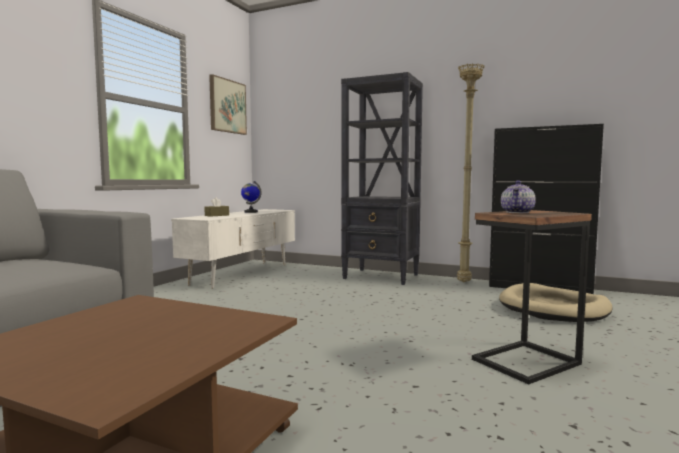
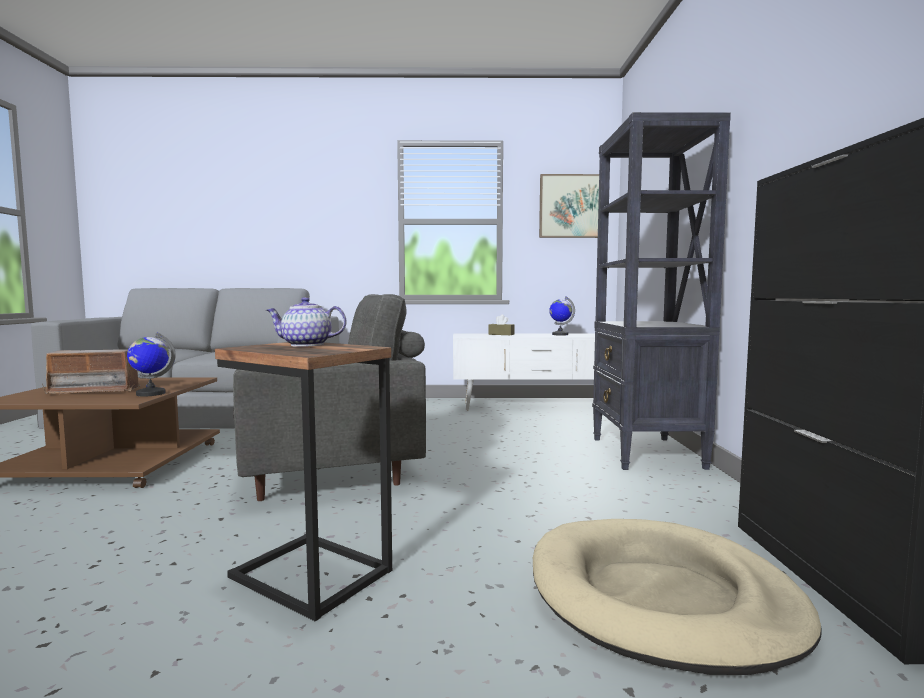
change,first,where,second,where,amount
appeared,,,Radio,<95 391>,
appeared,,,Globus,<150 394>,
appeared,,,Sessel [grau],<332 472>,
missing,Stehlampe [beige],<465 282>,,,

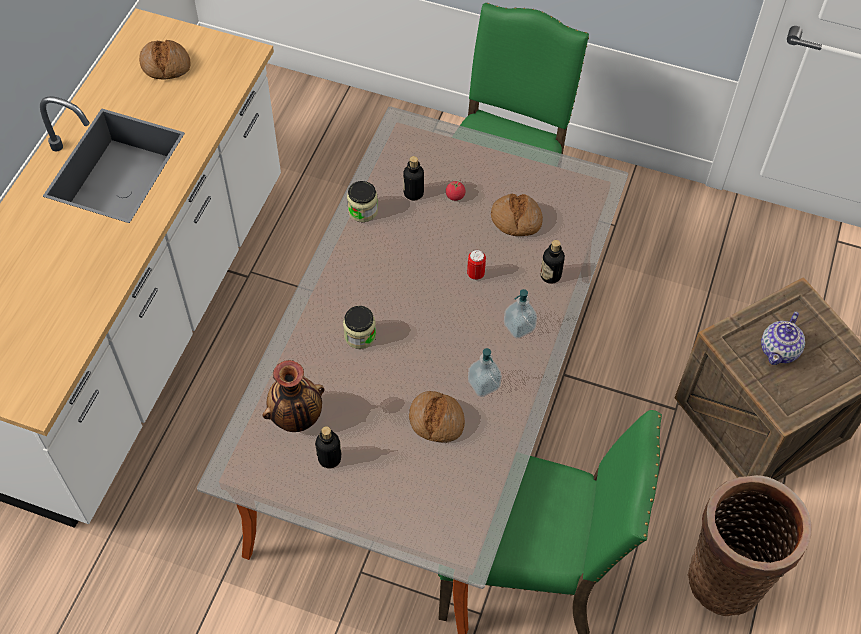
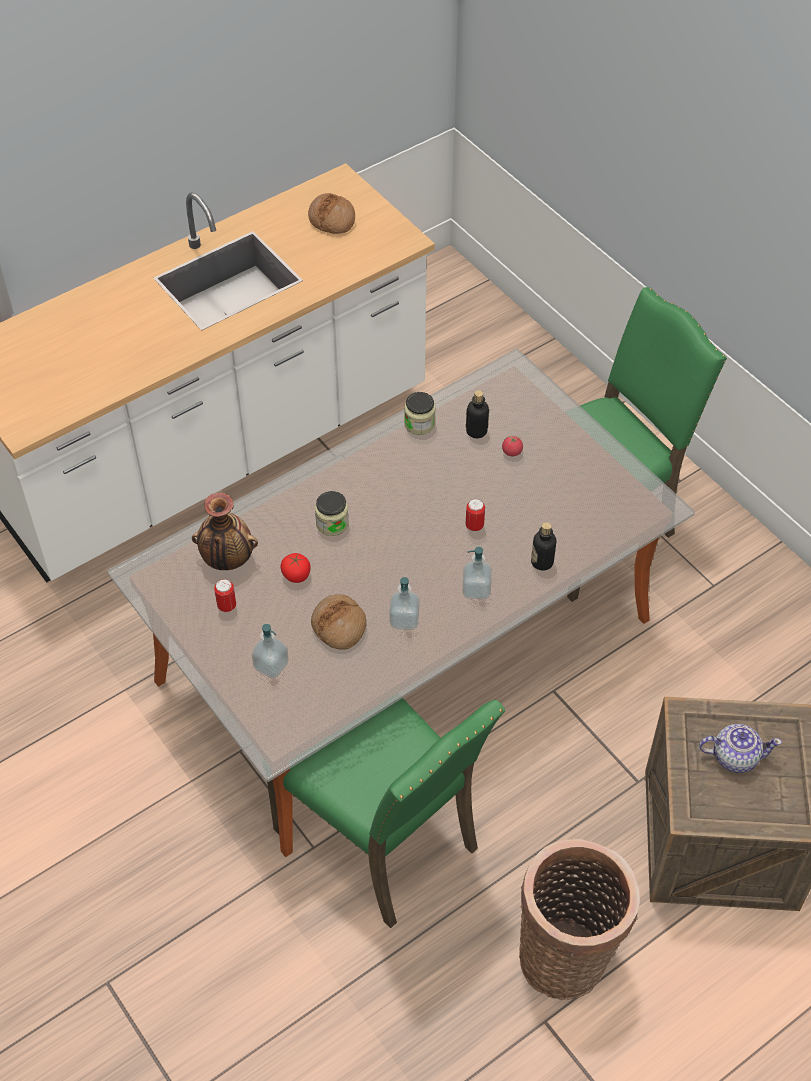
change,first,where,second,where,amount
exchanged,Flasche,<329 458>,Dose,<227 606>,
appeared,,,Seifenspender,<271 666>,
appeared,,,Tomate,<296 575>,
spun,Teekanne,<779 350>,,<734 756>,150 degrees counterclockwise
missing,Brot,<516 220>,,,

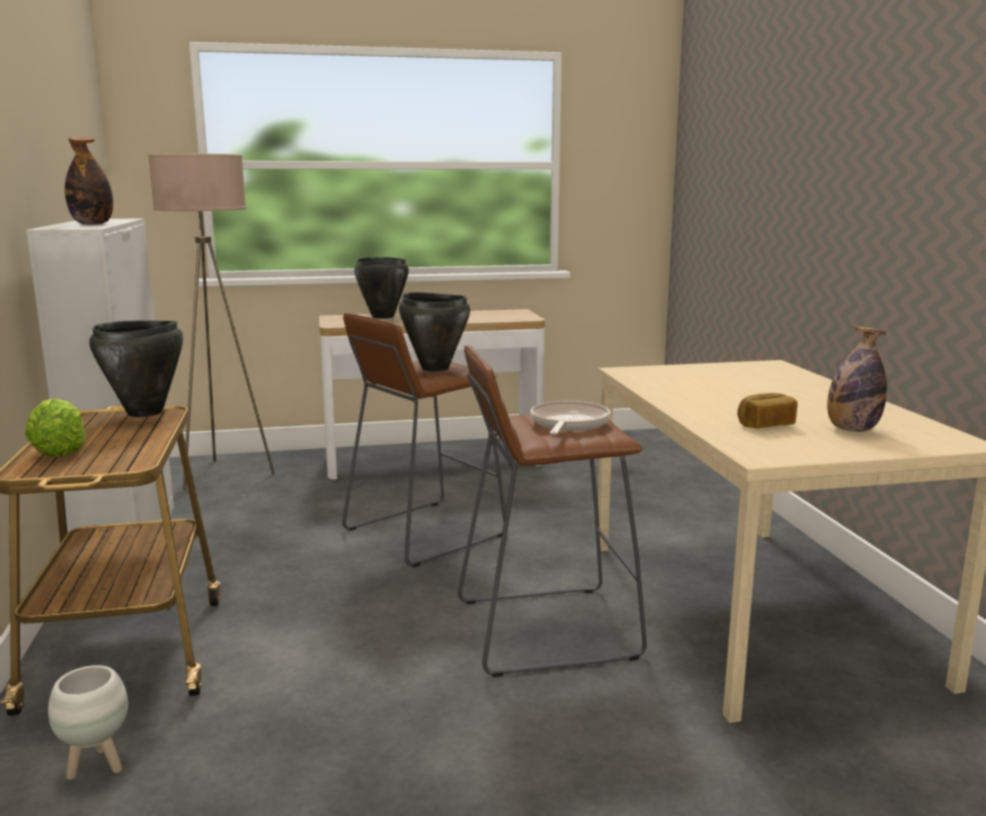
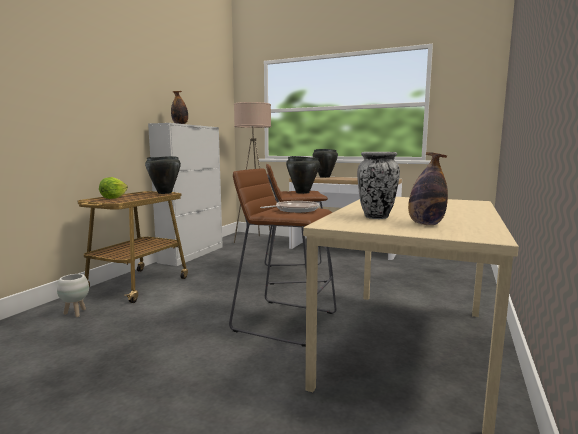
change,first,where,second,where,amount
exchanged,Brot,<765 425>,Vase,<376 217>,

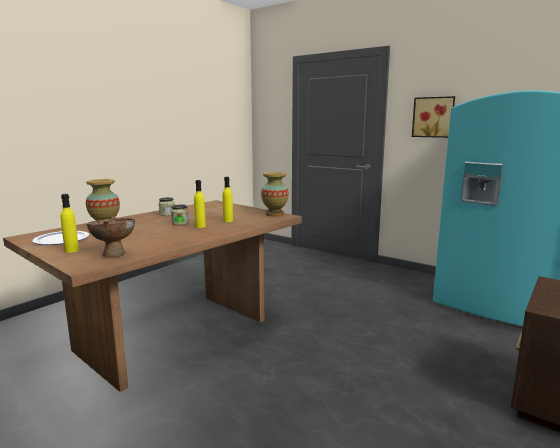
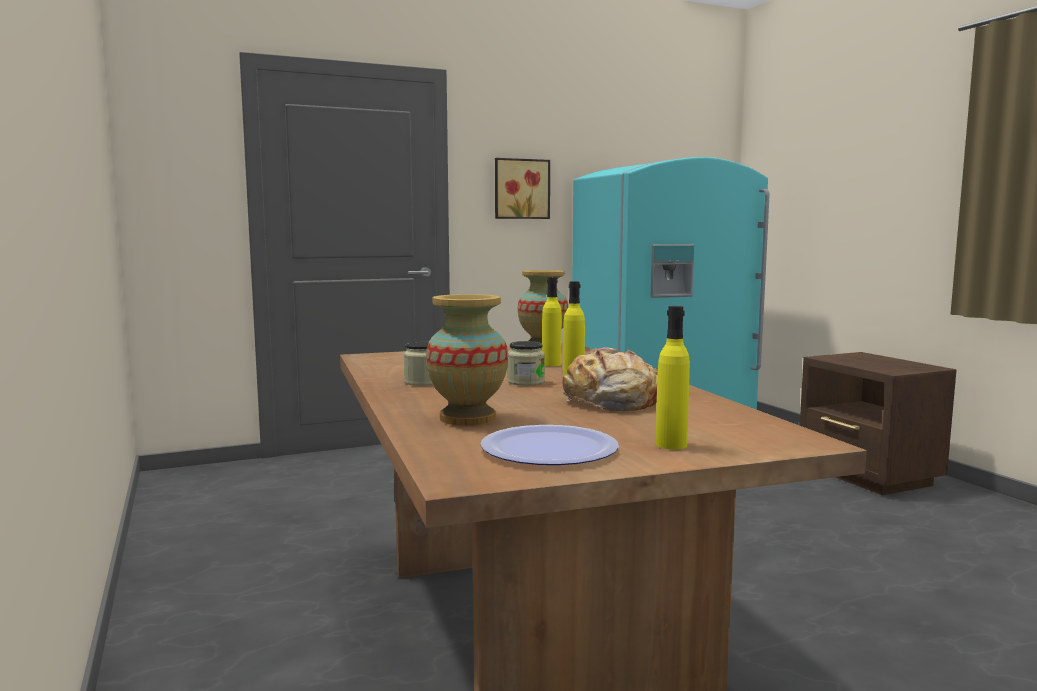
change,first,where,second,where,amount
appeared,,,Brot,<610 401>,
missing,Schüssel [braun],<114 253>,,,

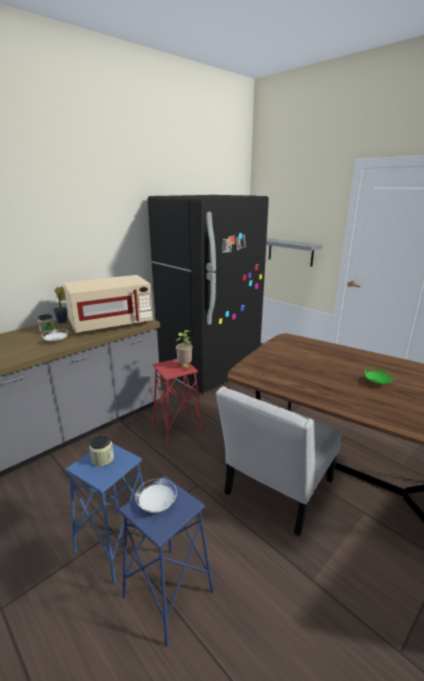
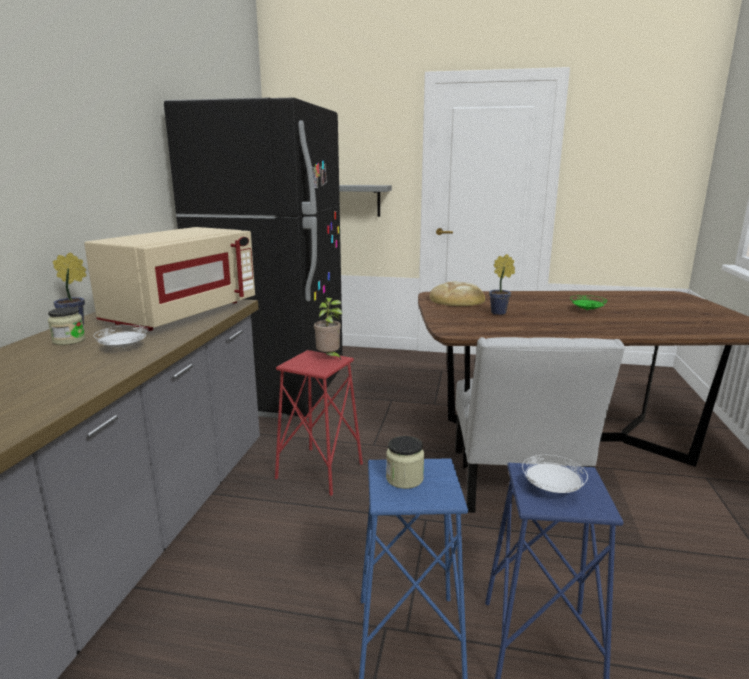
change,first,where,second,where,amount
appeared,,,Brot,<457 300>,
appeared,,,Topfpflanze,<500 313>,

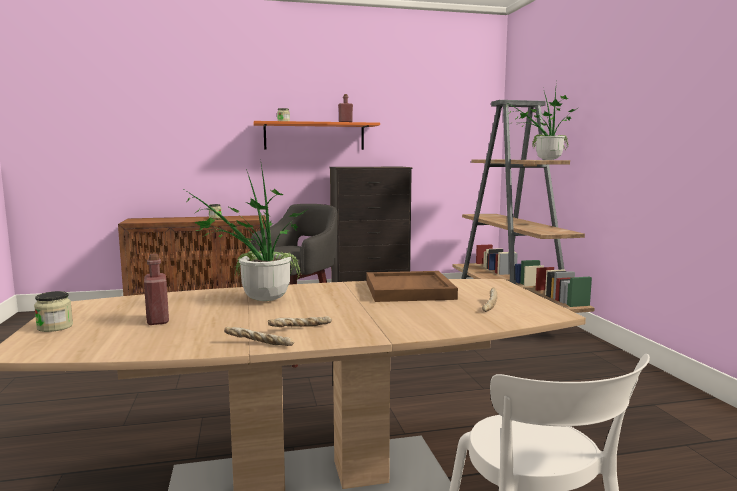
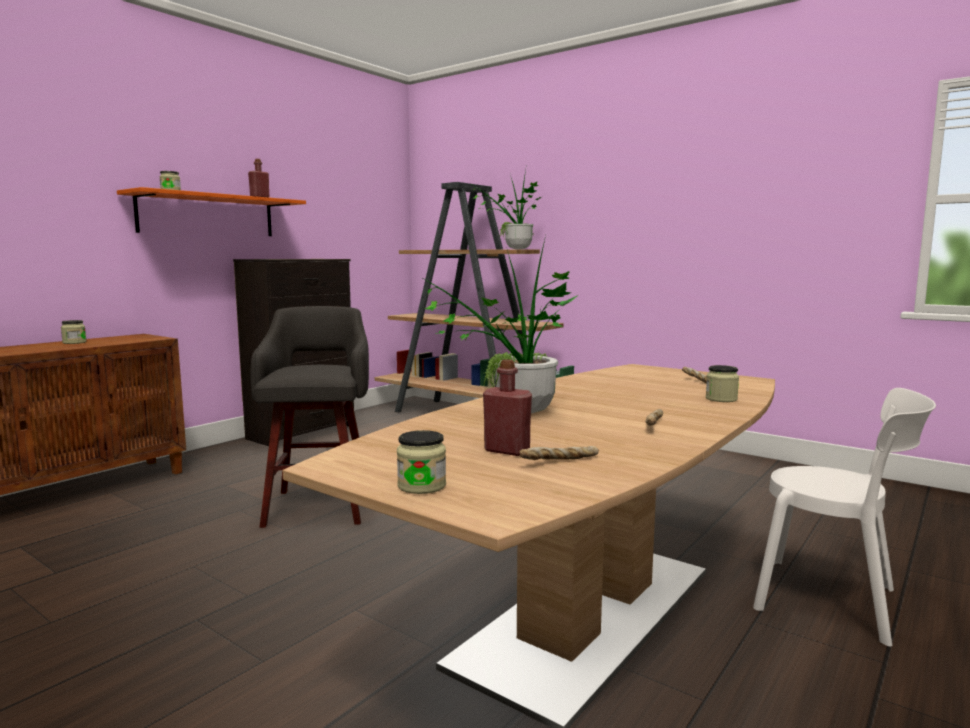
change,first,where,second,where,amount
relocated,Brot,<258 344>,,<560 462>,
appeared,,,Vorratsglas,<721 399>,
missing,Tablett [braun],<410 290>,,,

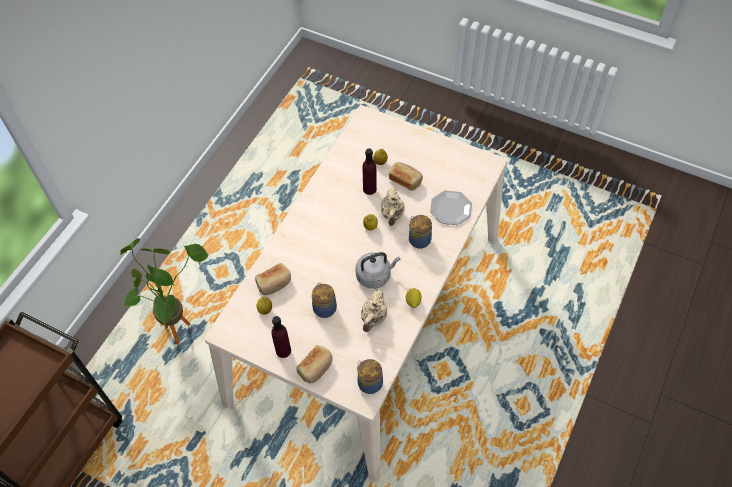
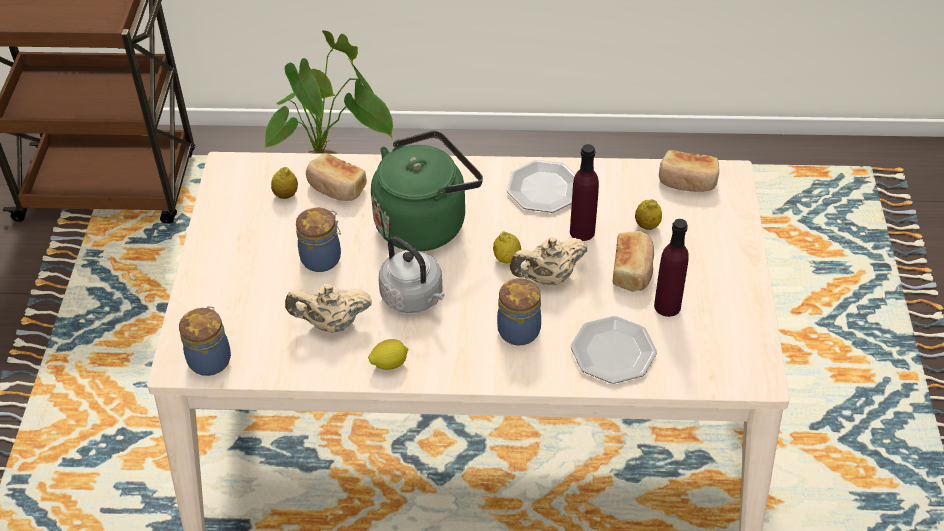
change,first,where,second,where,amount
appeared,,,Wasserkessel [grün],<425 222>,
appeared,,,Teller,<544 189>,
relocated,Flasche [lila],<283 350>,,<667 306>,
relocated,Brot,<316 368>,,<687 181>,

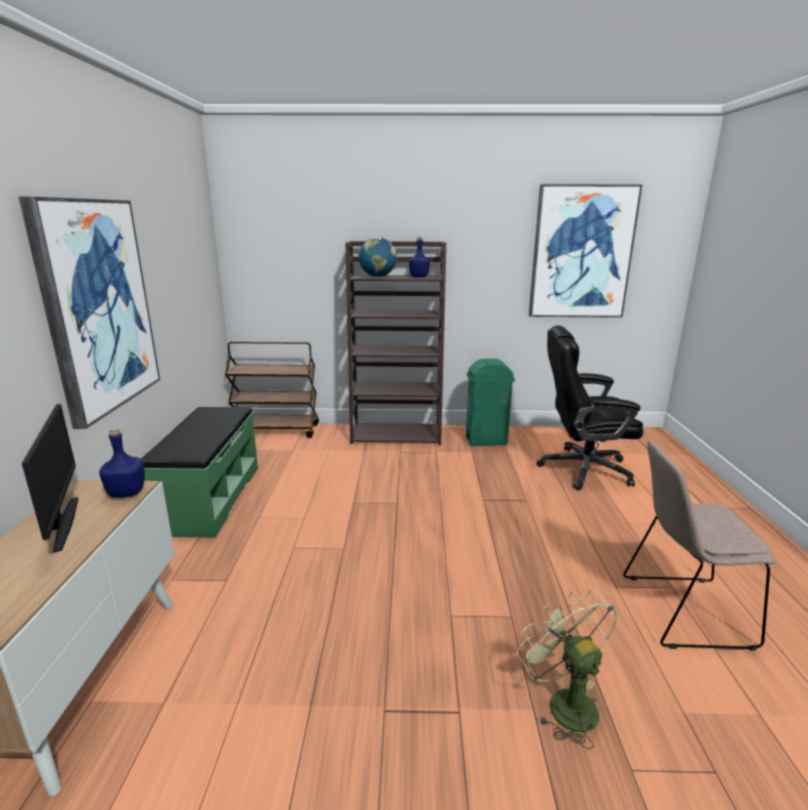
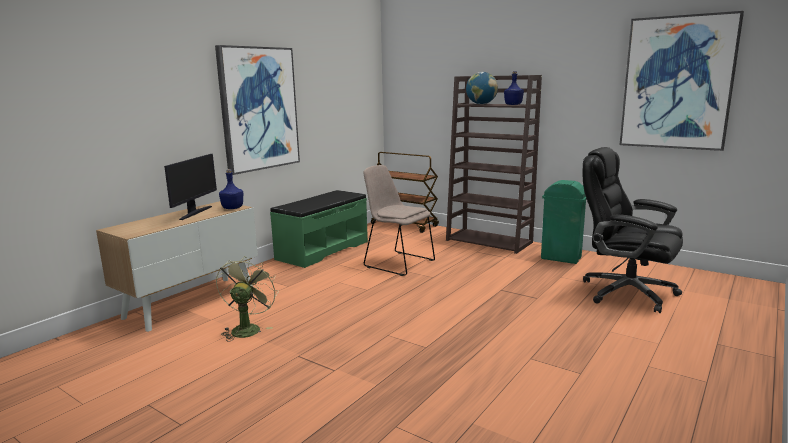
change,first,where,second,where,amount
relocated,Ventilator [grün],<564 702>,,<247 328>,
relocated,Stuhl [beige],<681 611>,,<397 263>,

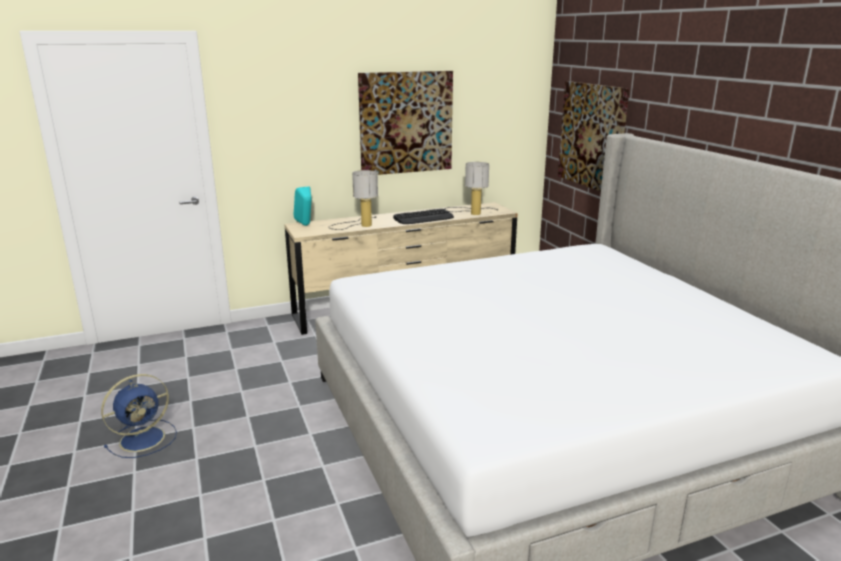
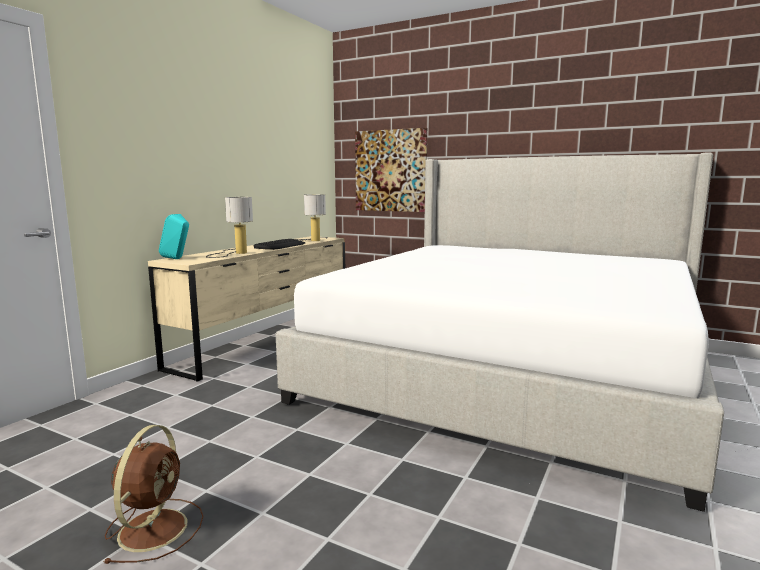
change,first,where,second,where,amount
colour,Ventilator [blau],<144 438>,Ventilator [braun],<155 527>,
missing,Bild,<406 123>,,,

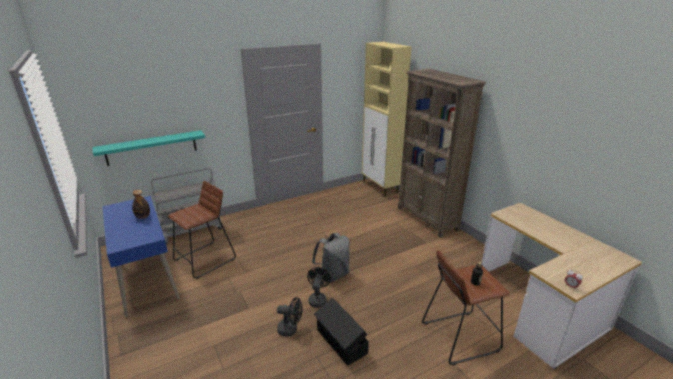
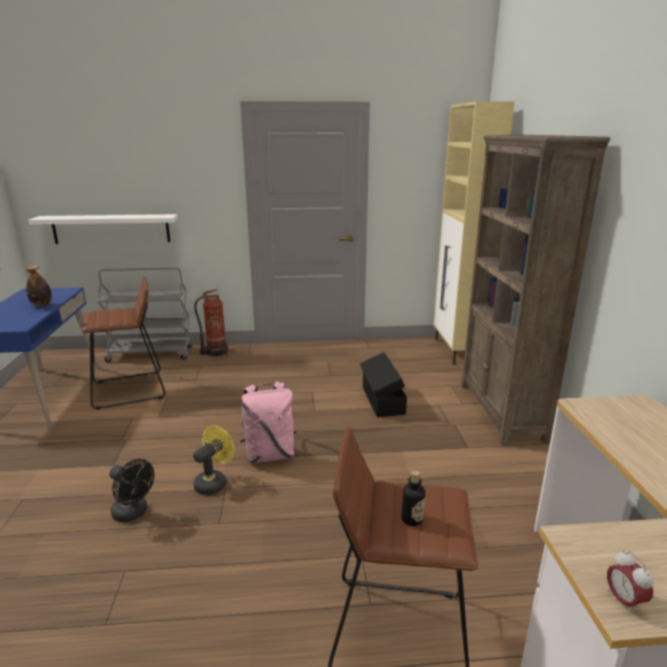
change,first,where,second,where,amount
colour,Wandregal [türkis],<151 147>,Wandregal [weiß],<111 229>,
colour,Ventilator [schwarz],<318 299>,Ventilator [gelb],<214 482>,
appeared,,,Feuerlöscher,<215 352>,
colour,Rucksack [grau],<333 275>,Rucksack [rosa],<269 454>,
relocated,Aufbewahrungsbox [schwarz],<341 342>,,<382 400>,

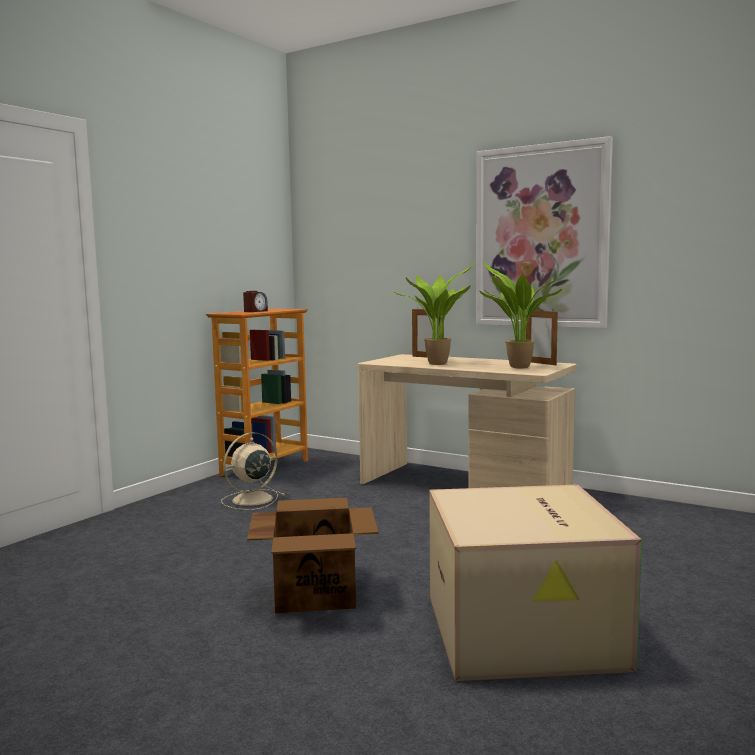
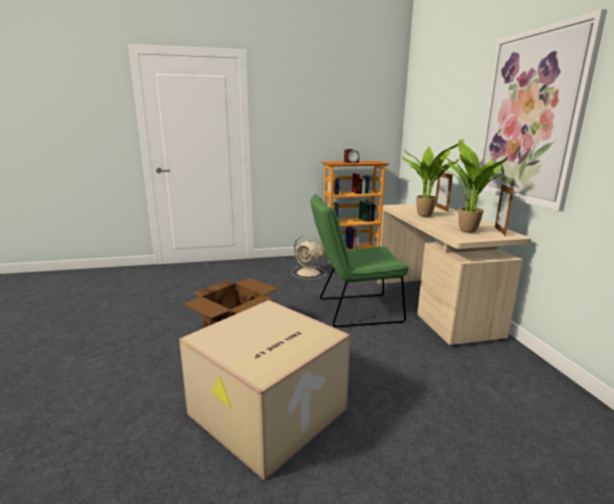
change,first,where,second,where,amount
spun,Ventilator [beige],<250 500>,,<309 273>,150 degrees counterclockwise
appeared,,,Stuhl [grün],<353 310>,

